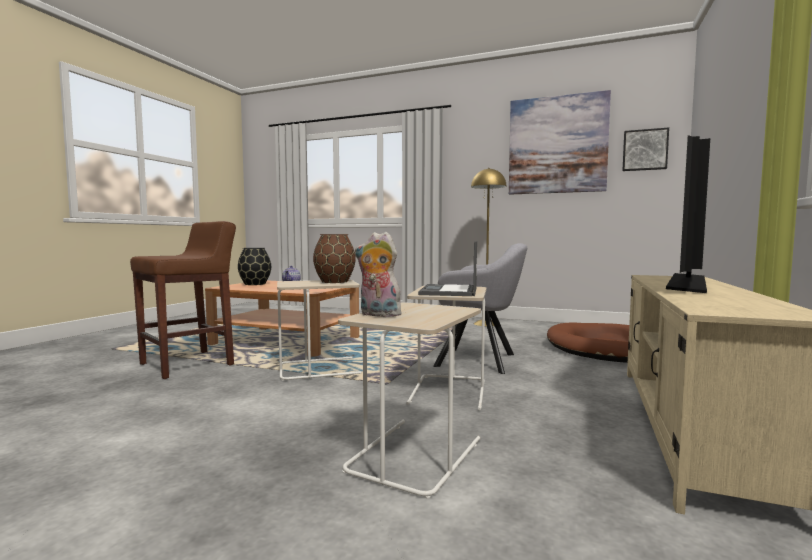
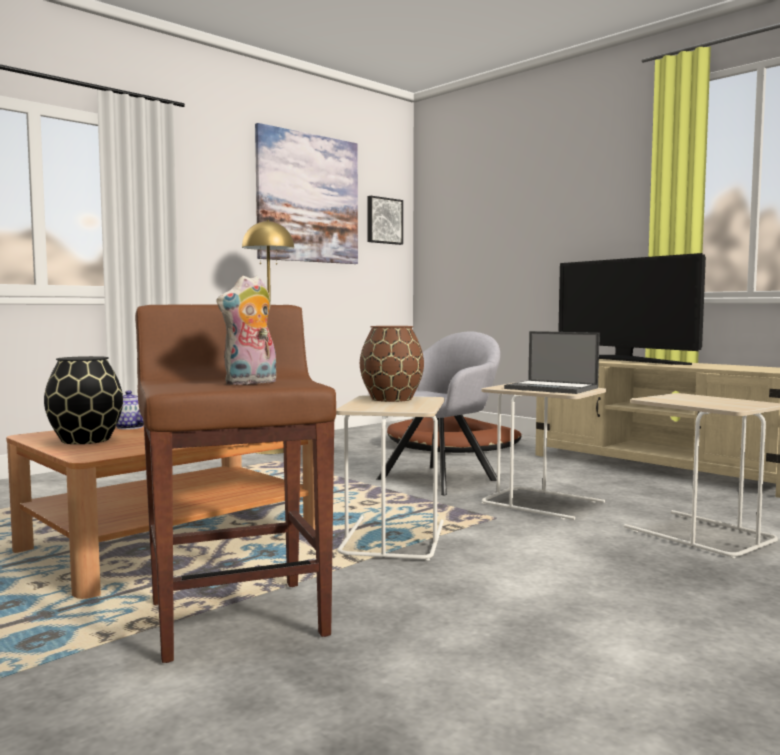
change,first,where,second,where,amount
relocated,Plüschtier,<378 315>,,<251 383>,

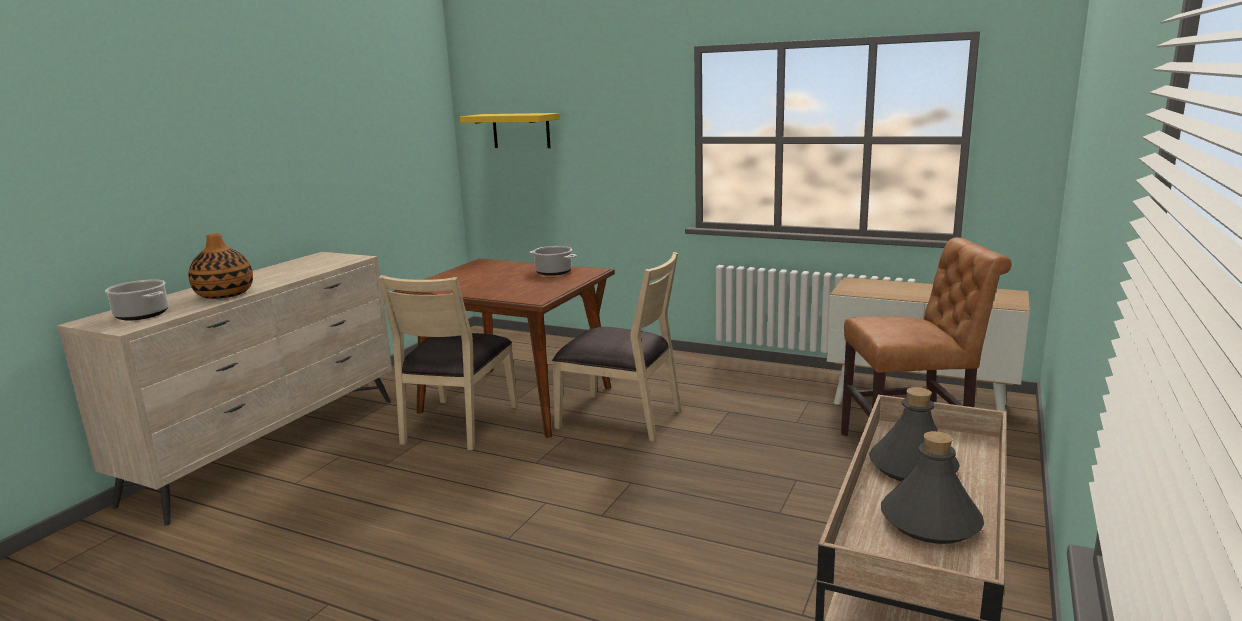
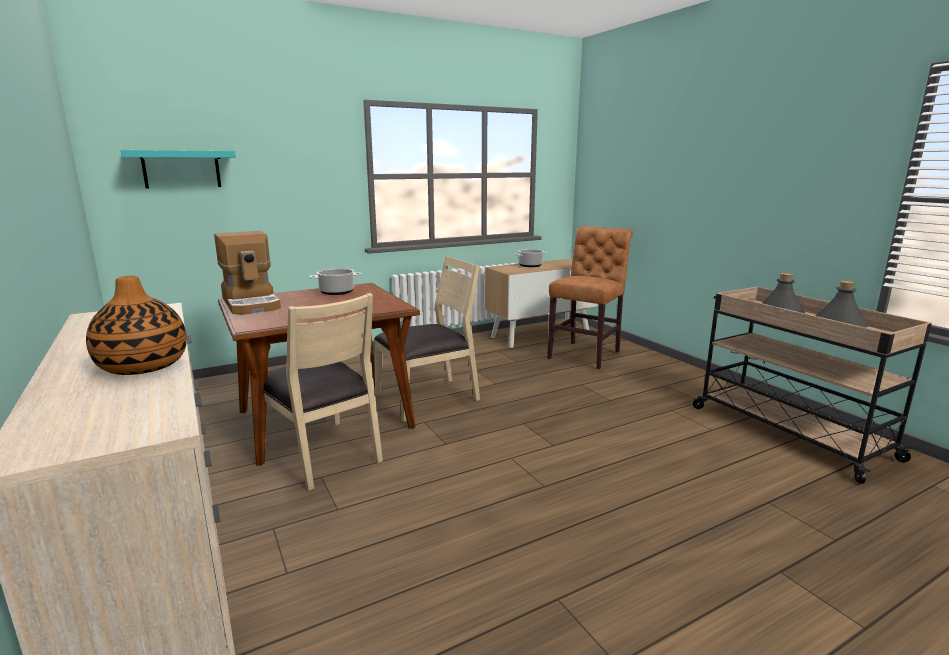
change,first,where,second,where,amount
colour,Wandregal [gelb],<521 130>,Wandregal [türkis],<181 169>,
appeared,,,Kaffeemaschine,<252 303>,
relocated,Kochtopf,<142 315>,,<530 265>,

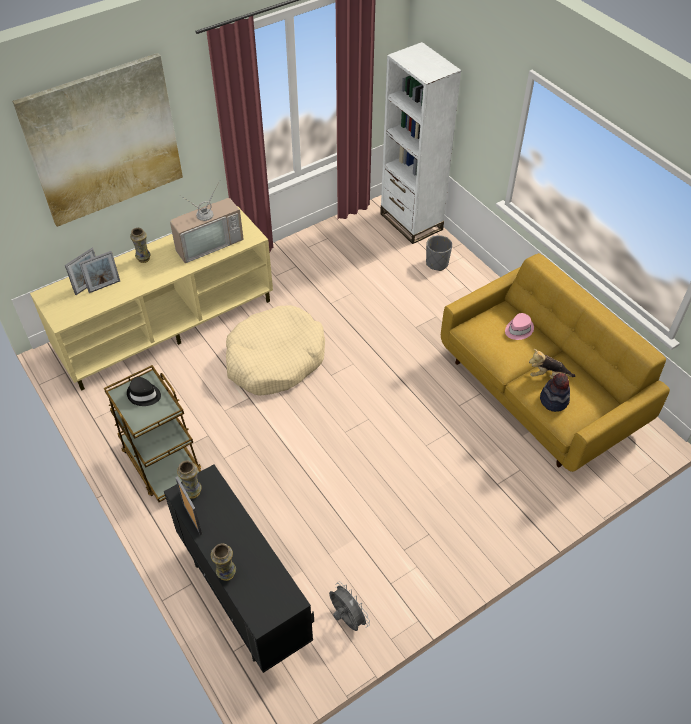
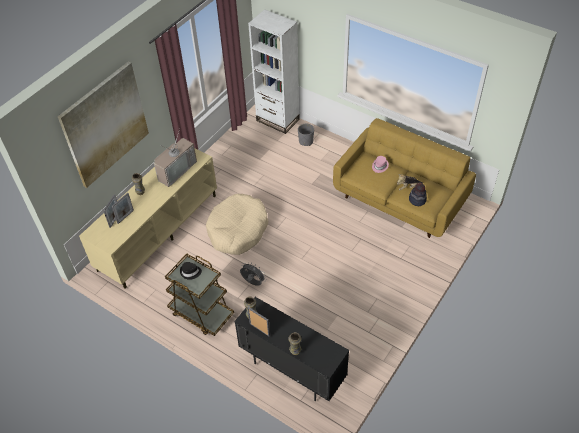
change,first,where,second,where,amount
relocated,Ventilator [grau],<347 618>,,<252 283>,

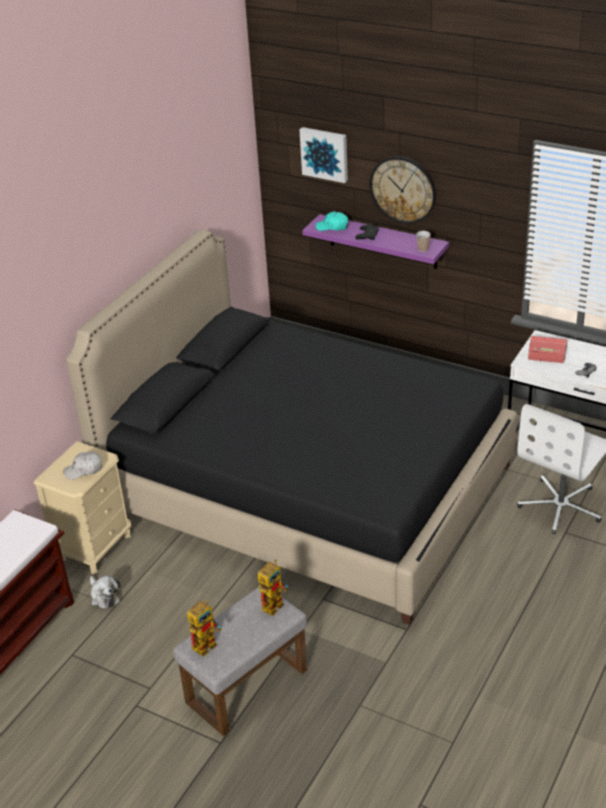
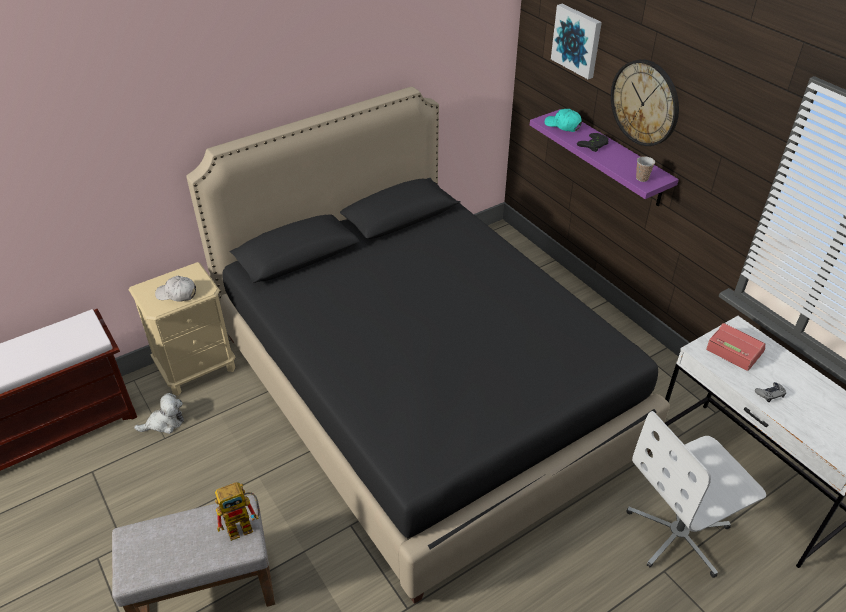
change,first,where,second,where,amount
spun,Plüschtier,<104 596>,,<165 423>,105 degrees counterclockwise
missing,Spielzeugroboter,<207 643>,,,

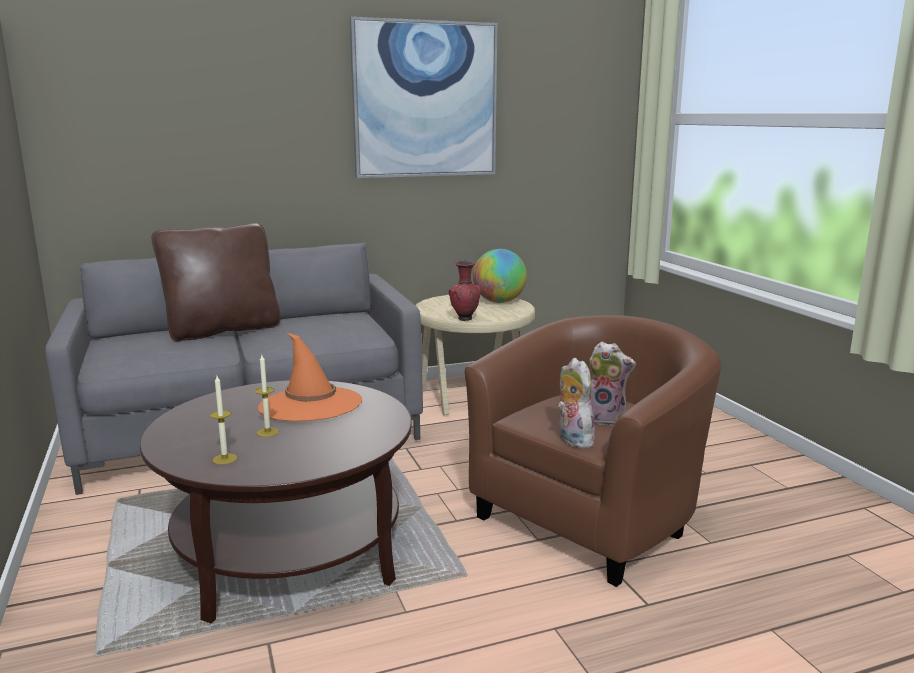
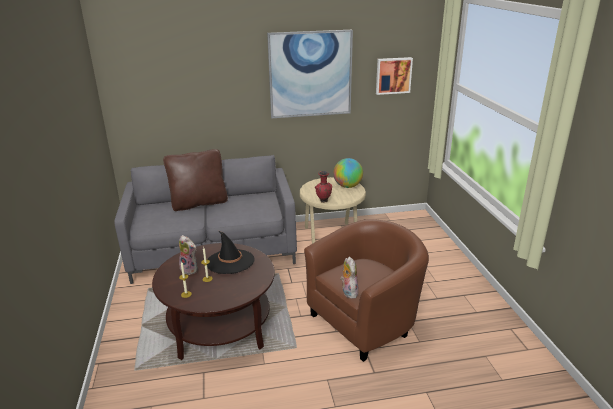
change,first,where,second,where,amount
relocated,Plüschtier,<605 418>,,<190 269>,
colour,Hut [orange],<310 405>,Hut [schwarz],<230 262>,
appeared,,,Bild,<393 75>,

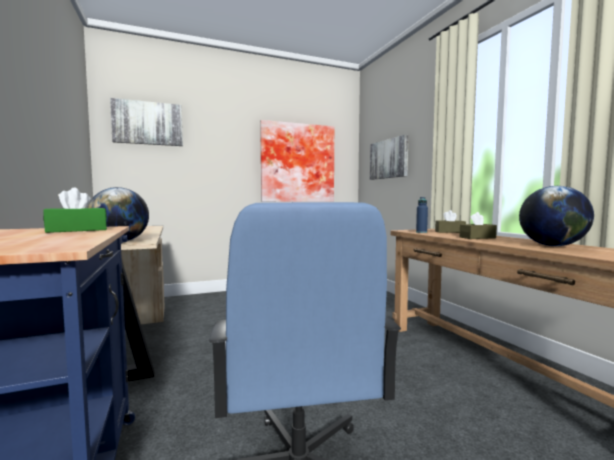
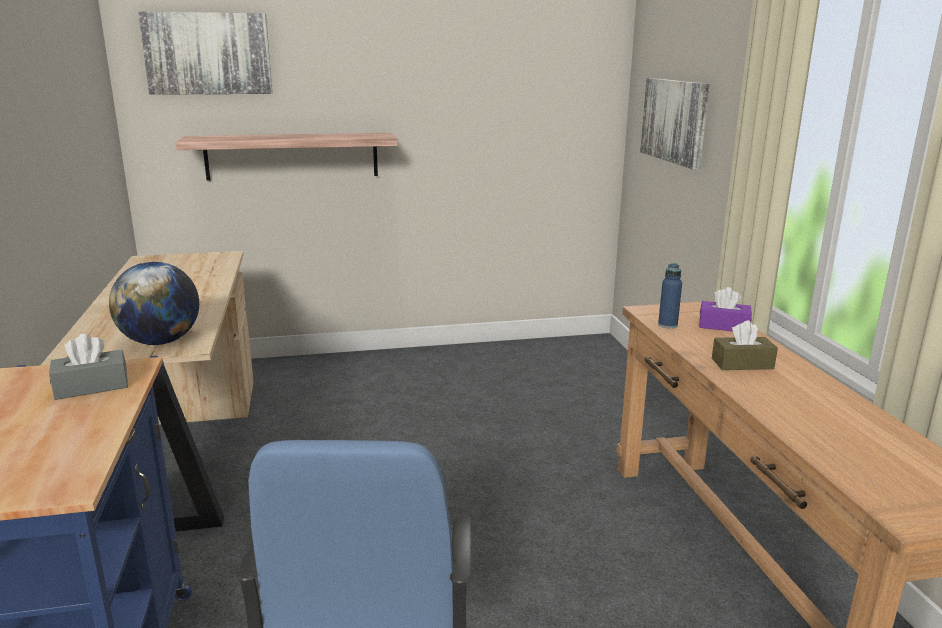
change,first,where,second,where,amount
colour,Taschentuchbox [grün],<76 230>,Taschentuchbox [grau],<92 386>,
appeared,,,Wandregal,<292 156>,
colour,Taschentuchbox [braun],<450 232>,Taschentuchbox [lila],<723 326>,
missing,Bild,<297 163>,,,
missing,Globus,<552 246>,,,

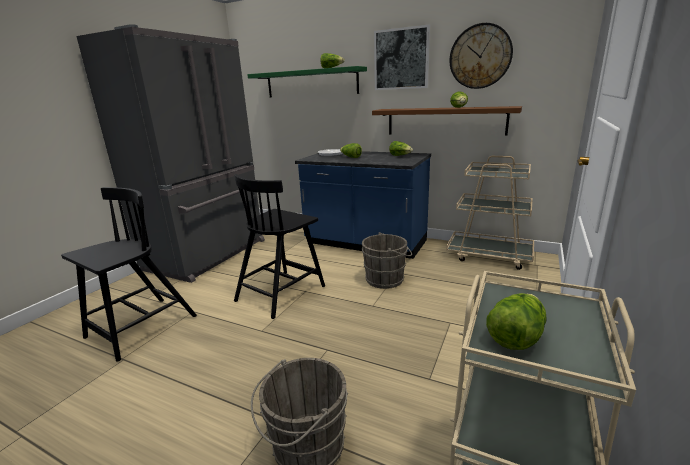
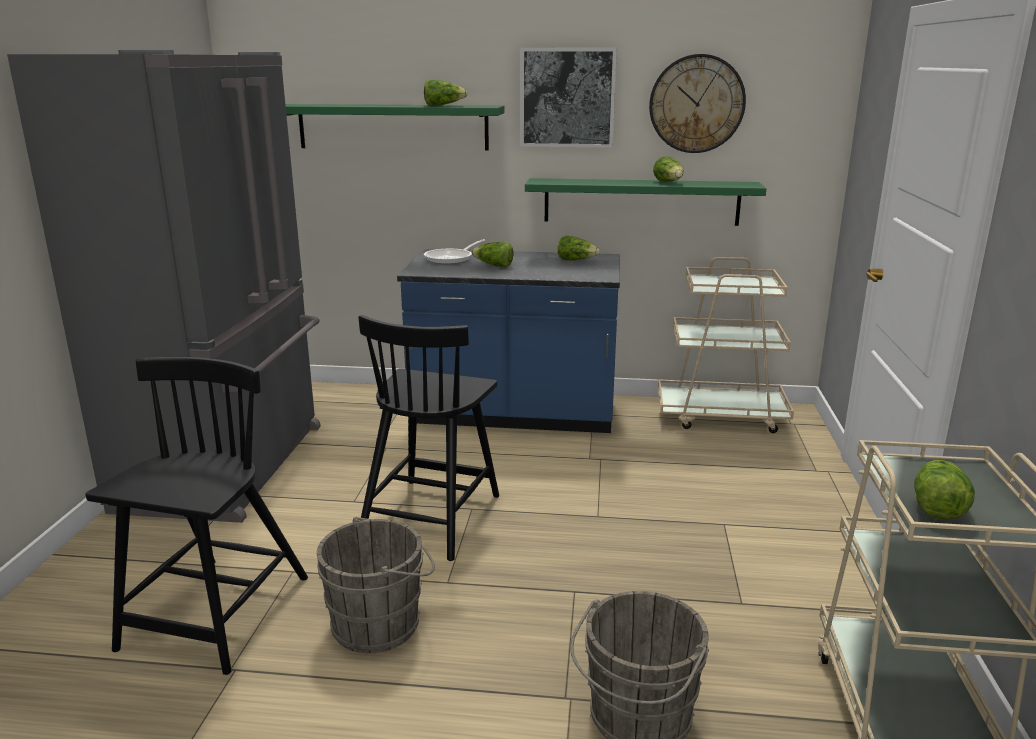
change,first,where,second,where,amount
relocated,Eimer [grau],<387 279>,,<381 623>,
colour,Wandregal [braun],<445 121>,Wandregal [grün],<641 201>,

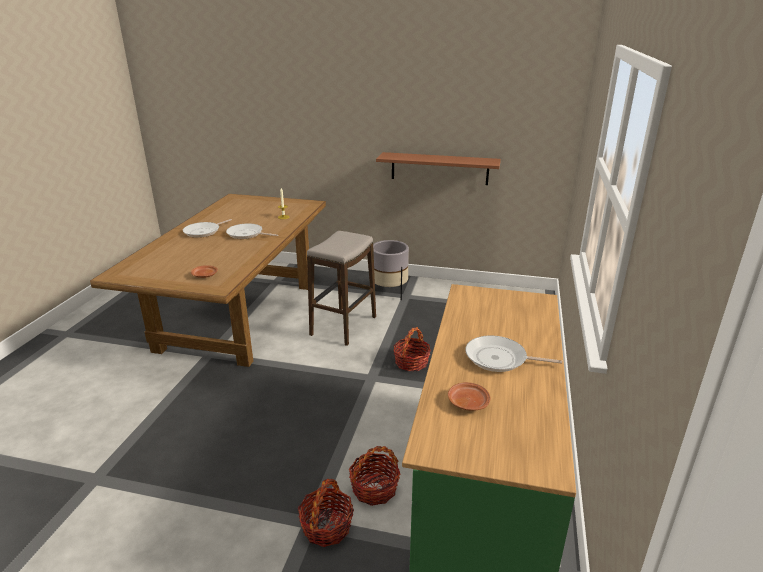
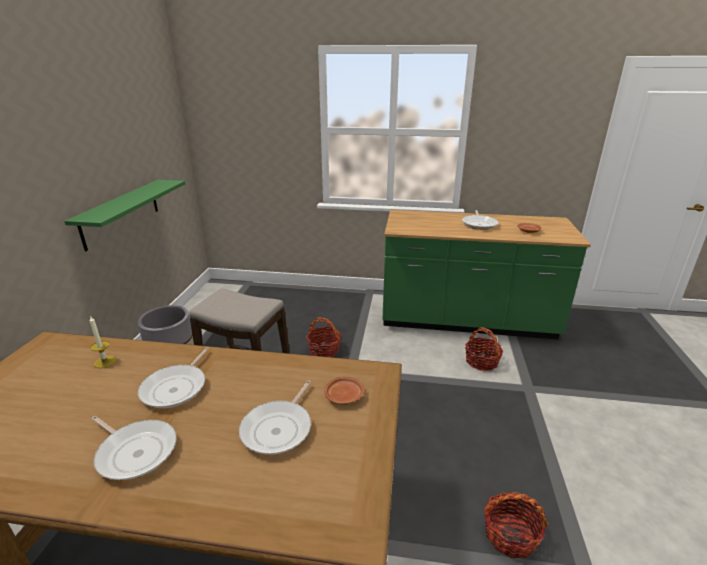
change,first,where,second,where,amount
colour,Wandregal [braun],<439 168>,Wandregal [grün],<121 213>,
appeared,,,Pfanne,<279 428>,
relocated,Korb,<326 526>,,<510 534>,

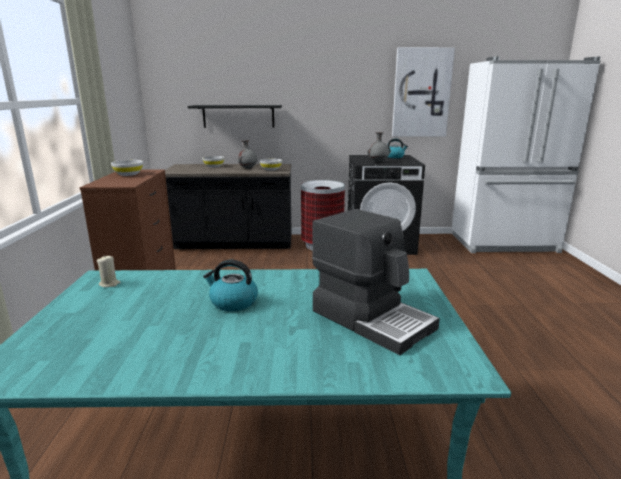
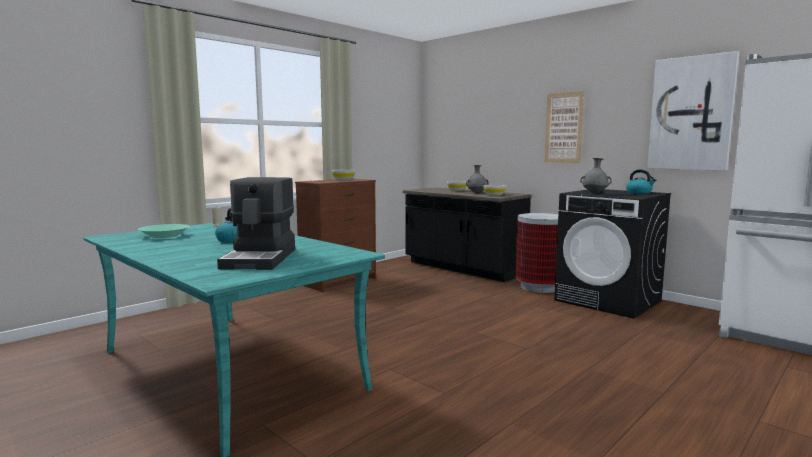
change,first,where,second,where,amount
appeared,,,Schüssel [türkis],<165 236>,
appeared,,,Bild,<564 127>,
missing,Wandregal [schwarz],<238 116>,,,

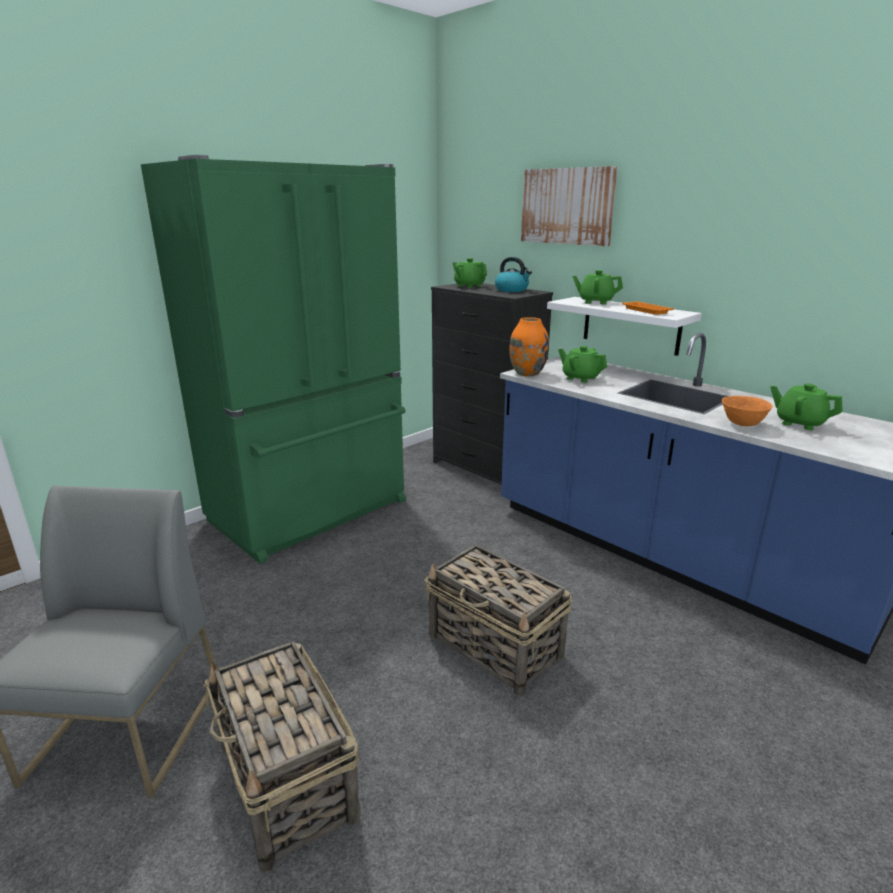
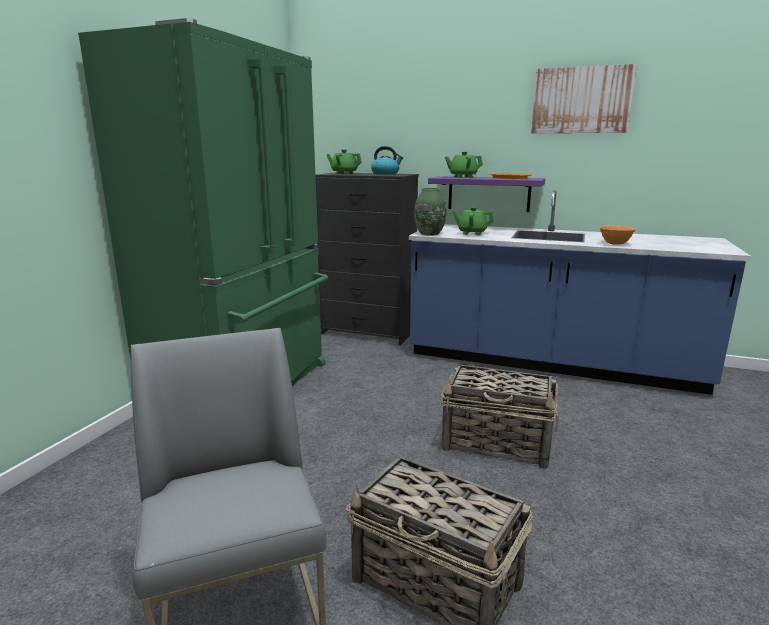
change,first,where,second,where,amount
colour,Vase [orange],<527 373>,Vase [grün],<429 234>,
colour,Wandregal [weiß],<631 325>,Wandregal [lila],<488 193>,
relocated,Bild,<567 206>,,<581 100>,
missing,Teekanne [grün],<799 423>,,,

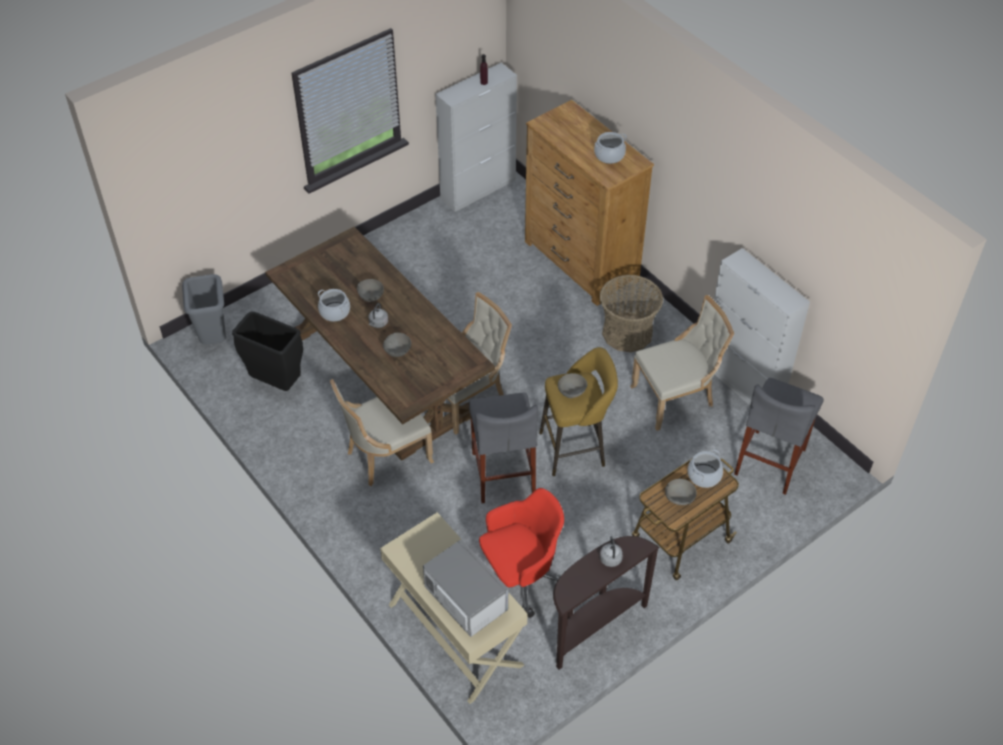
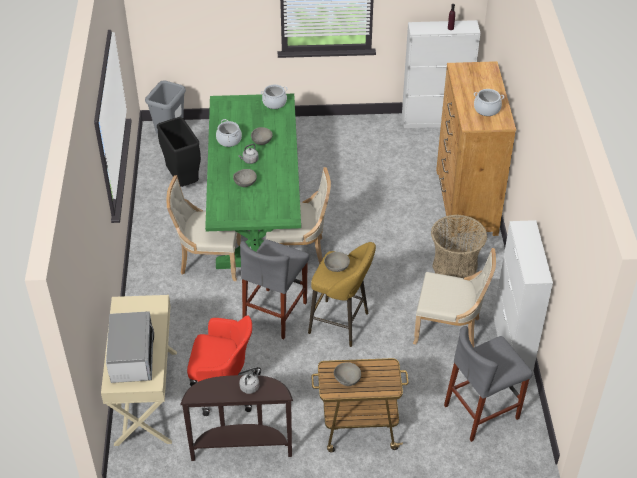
change,first,where,second,where,amount
colour,Esstisch [braun],<381 374>,Esstisch [grün],<255 208>,
relocated,Kochtopf,<704 476>,,<274 103>,

